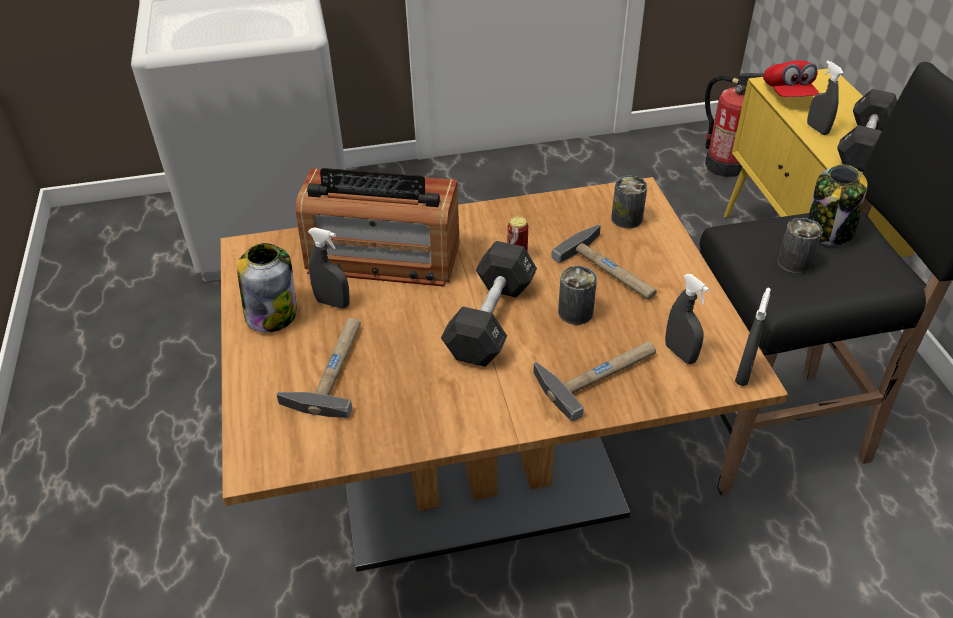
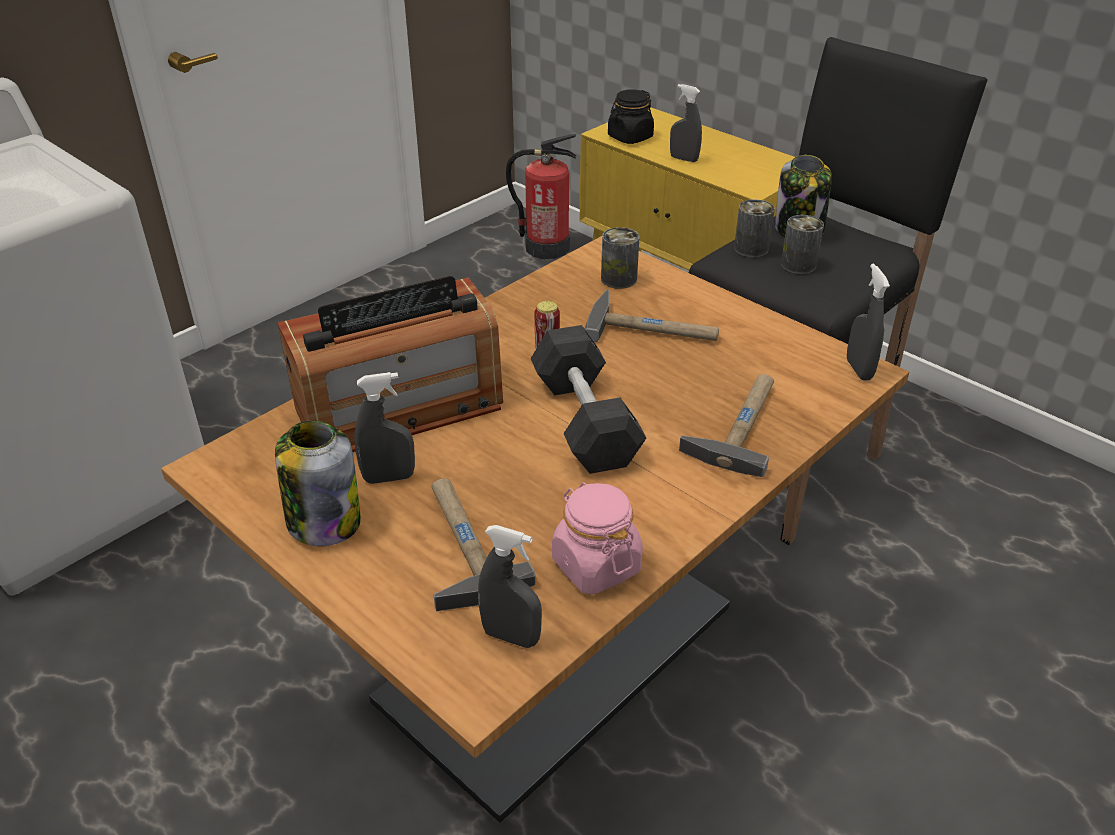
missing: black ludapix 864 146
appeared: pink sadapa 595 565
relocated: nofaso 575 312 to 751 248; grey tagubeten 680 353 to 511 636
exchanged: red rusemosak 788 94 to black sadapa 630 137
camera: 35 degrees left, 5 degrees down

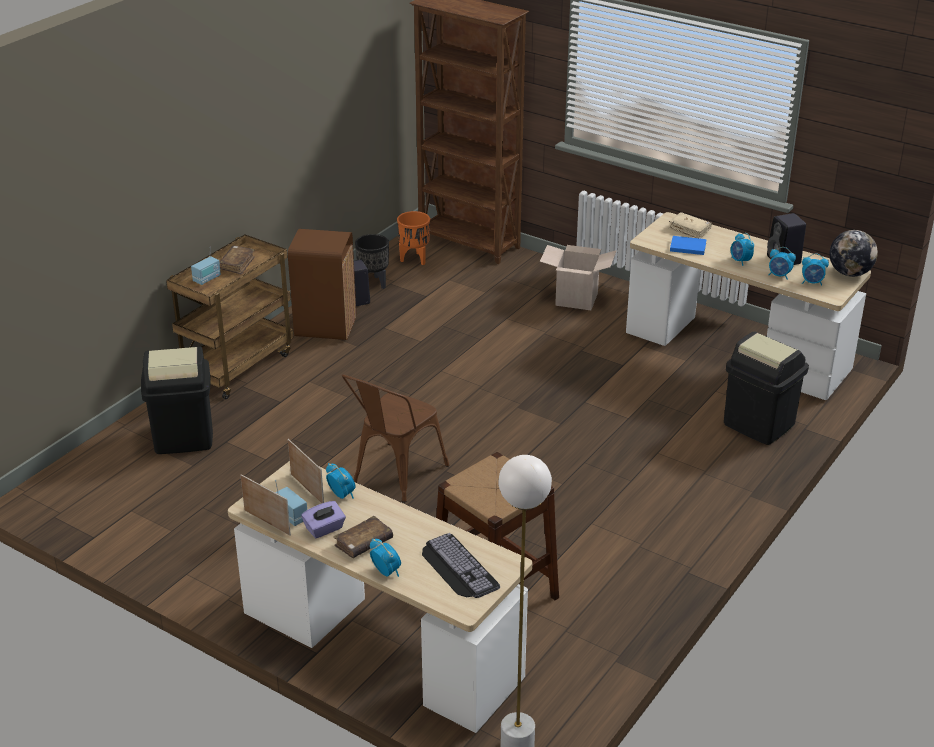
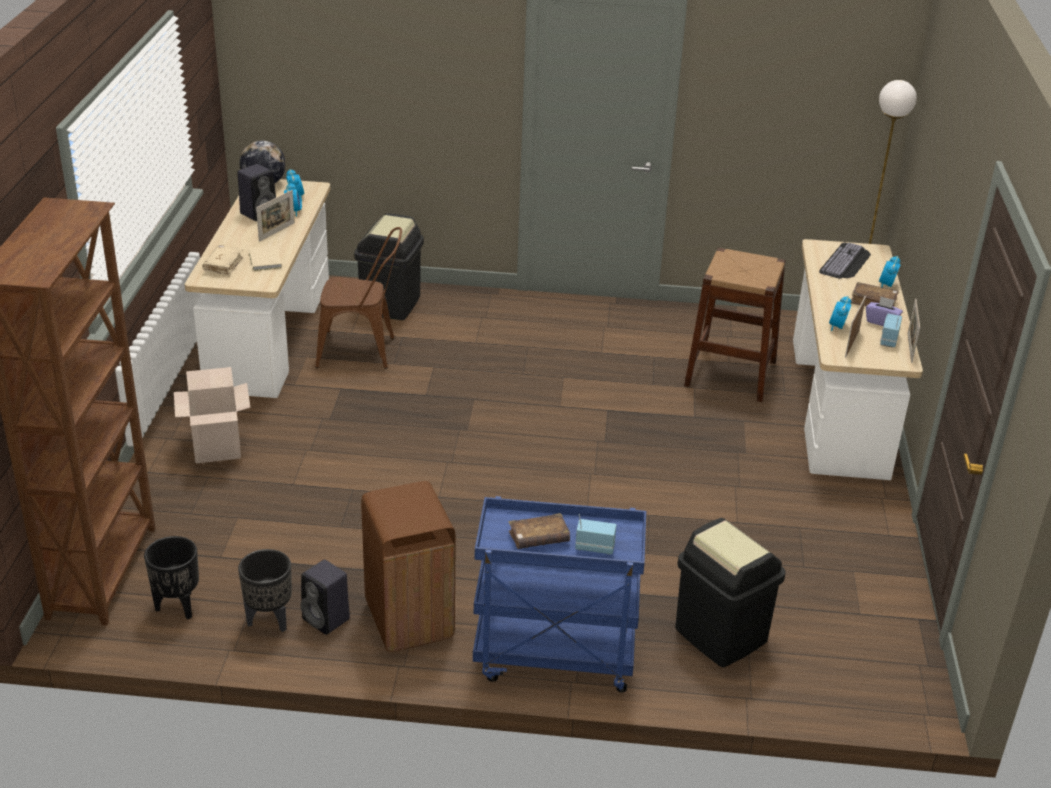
relocated: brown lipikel 394 477 to 363 351
exchanged: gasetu 740 261 to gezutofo 277 232
colour: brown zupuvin 238 366 to blue zupuvin 553 659; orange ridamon 414 259 to black ridamon 177 606; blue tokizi 687 246 to beige tokizi 264 261
camera: 120 degrees left, 0 degrees up

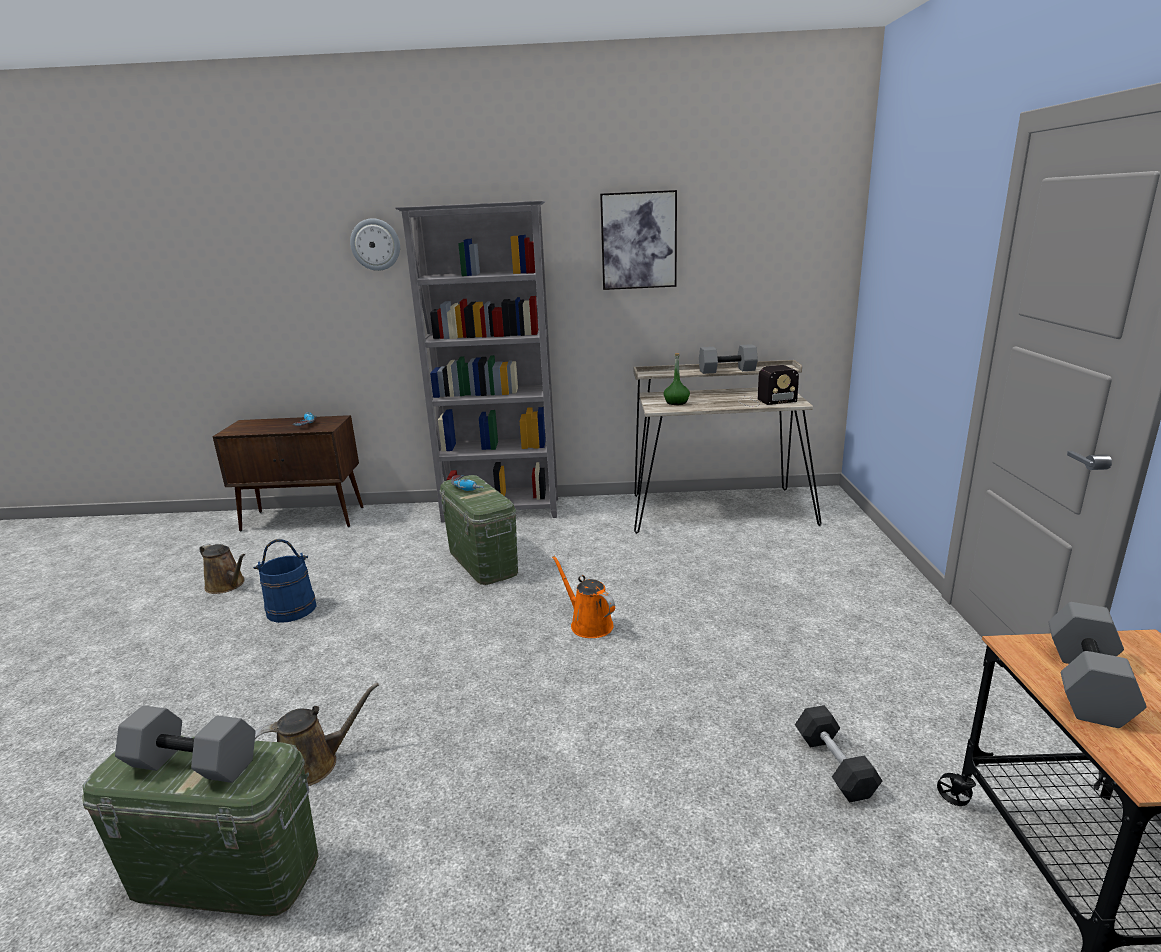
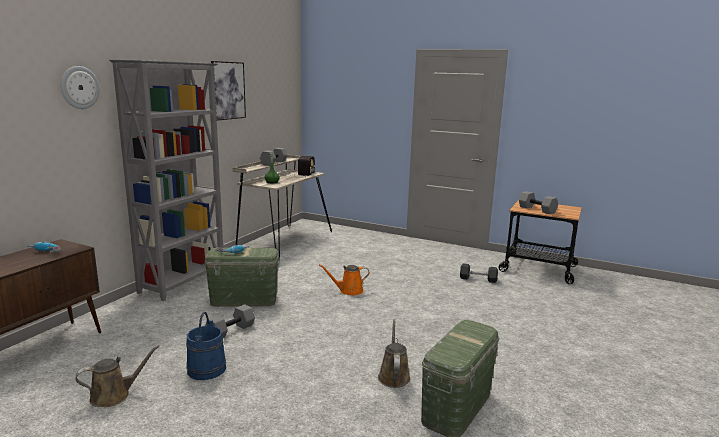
relocated: grey ludapix 195 762 to 230 331
camera: 65 degrees left, 5 degrees down

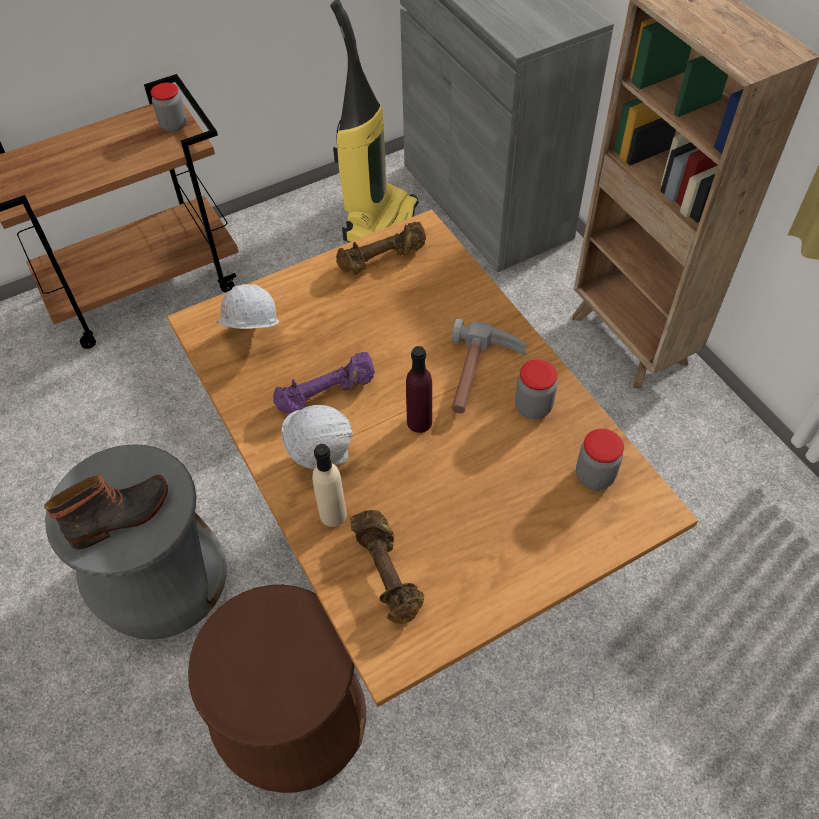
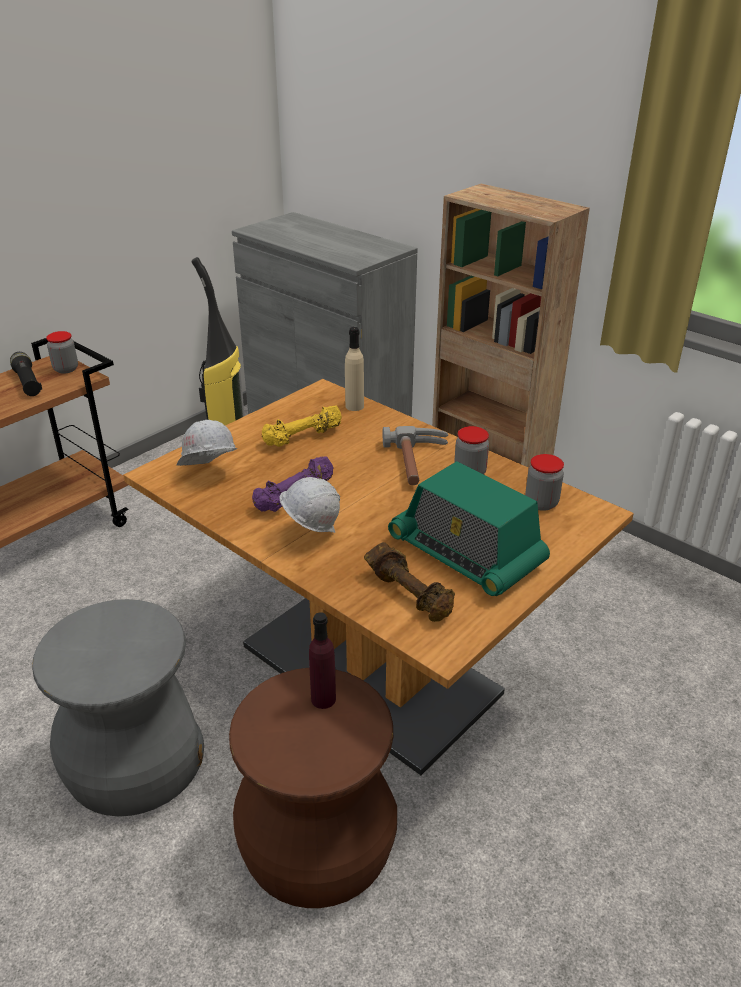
missing: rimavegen 121 517; brown ludapix 383 259
appeared: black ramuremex 27 382; yellow ludapix 303 438; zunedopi 466 553
relocated: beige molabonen 333 514 to 354 406; purple molabonen 419 422 to 323 699
camera: 20 degrees left, 20 degrees down

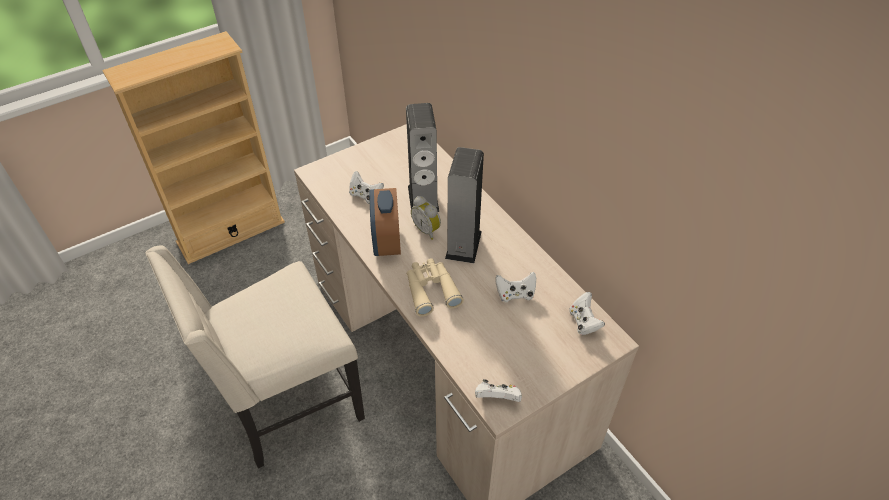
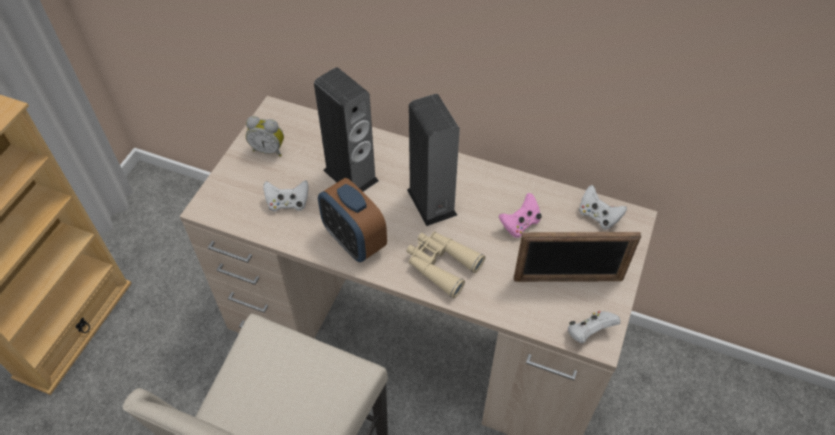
appeared: gezutofo 568 279
relocated: gasetu 427 230 to 269 149
colour: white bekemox 515 294 to pink bekemox 520 224
camera: 35 degrees left, 5 degrees up

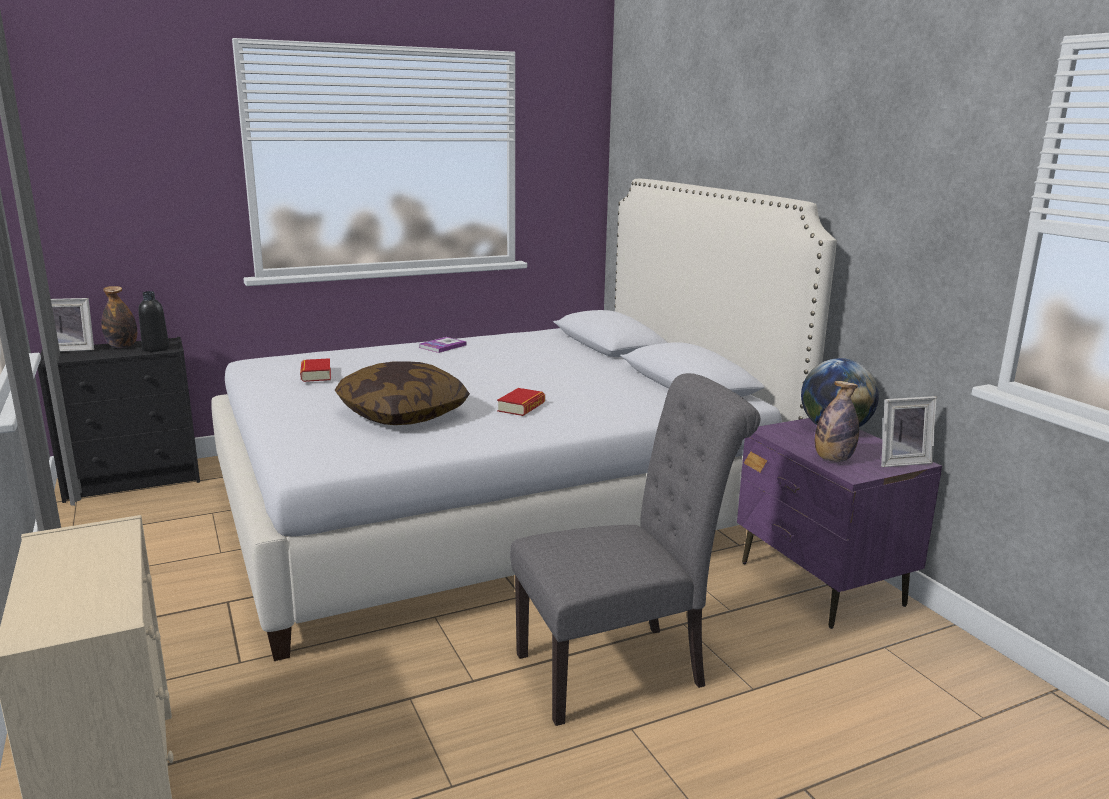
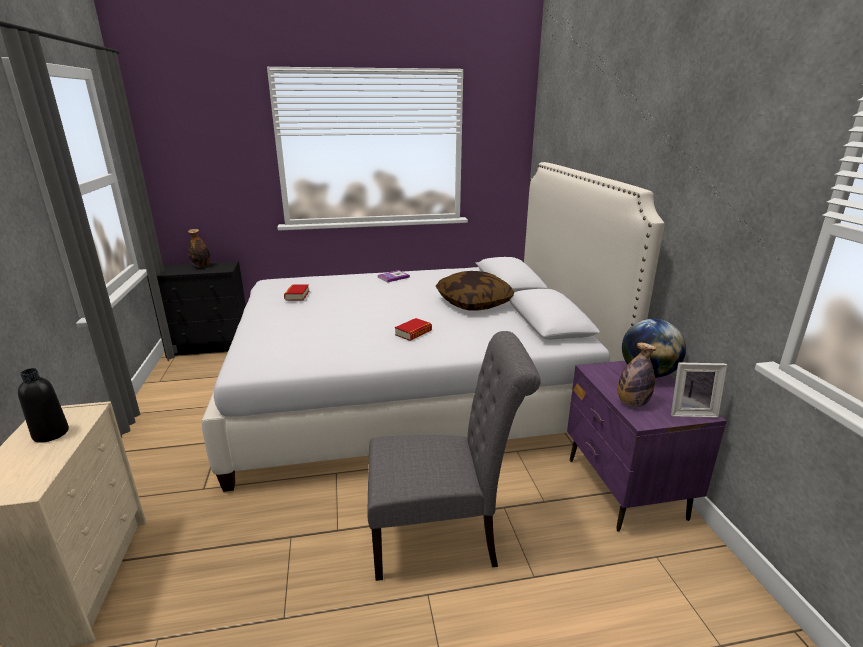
missing: gezutofo 73 349
relocated: black molabonen 156 349 to 51 434; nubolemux 403 414 to 474 303
camera: 15 degrees right, 5 degrees up

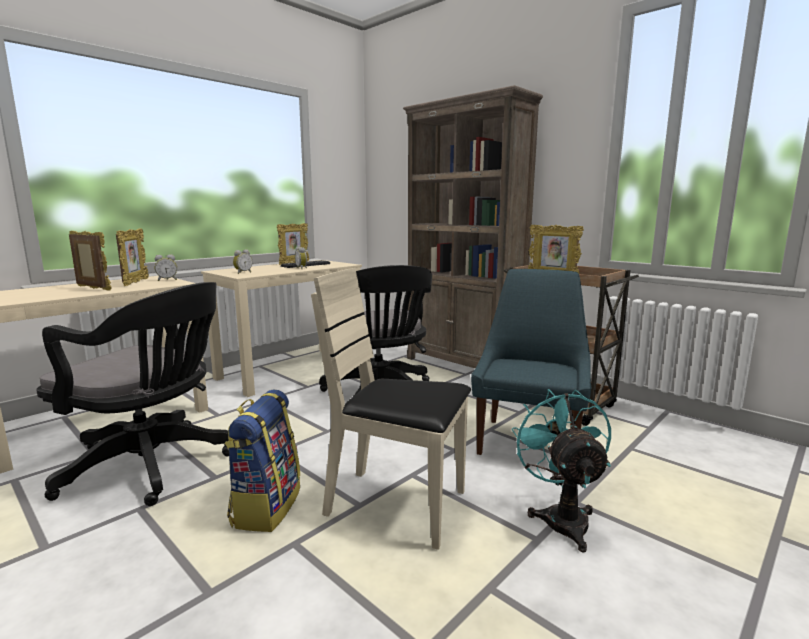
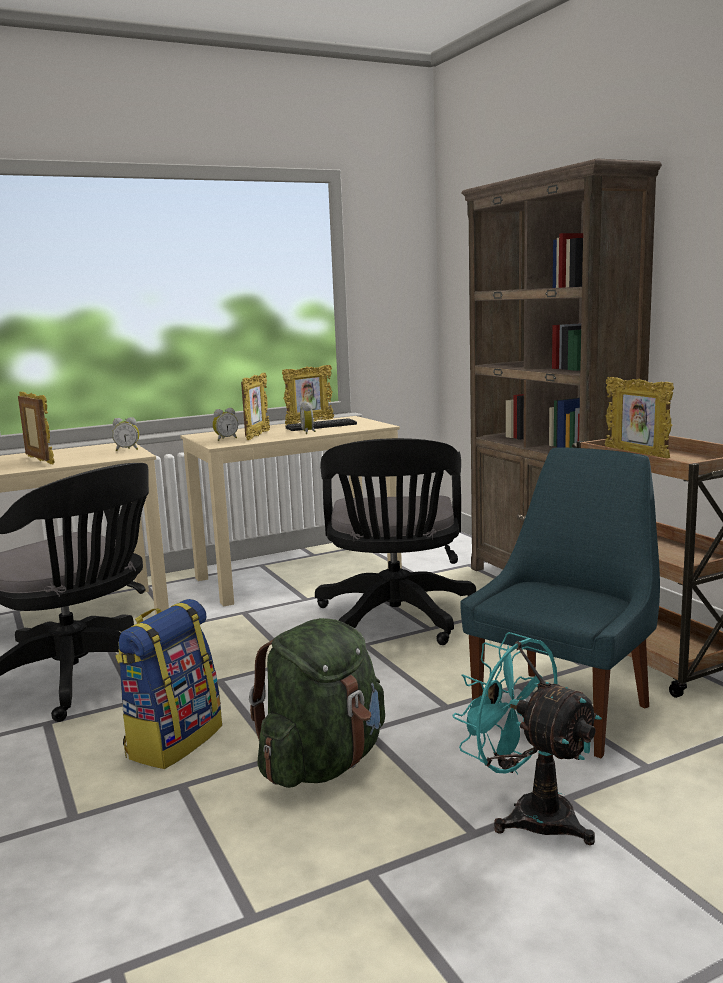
relocated: gezutofo 135 282 to 257 436
exchanged: beige lipikel 397 505 to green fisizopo 323 763
spun: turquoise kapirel 561 517 = 529 813 60 degrees counterclockwise
camera: 20 degrees right, 0 degrees up

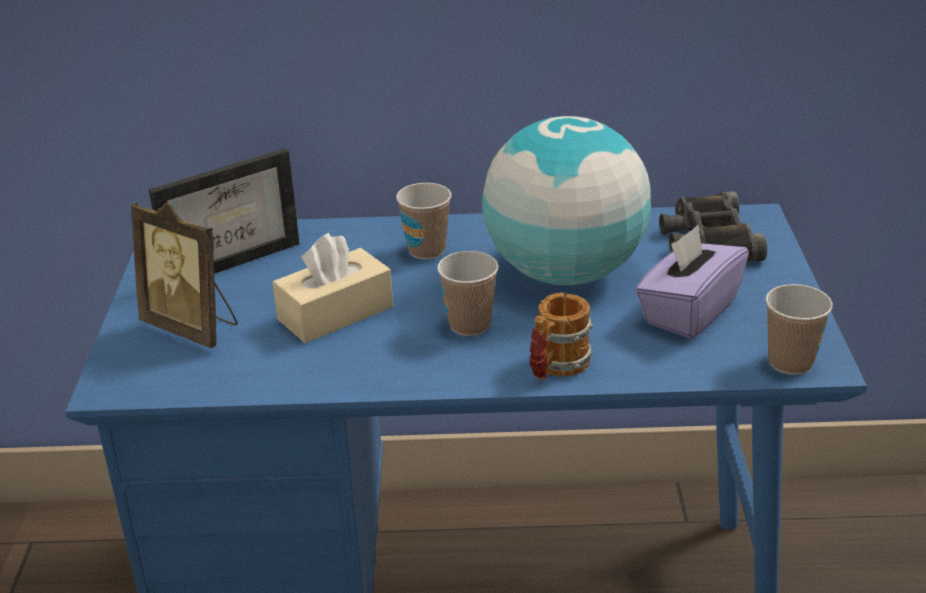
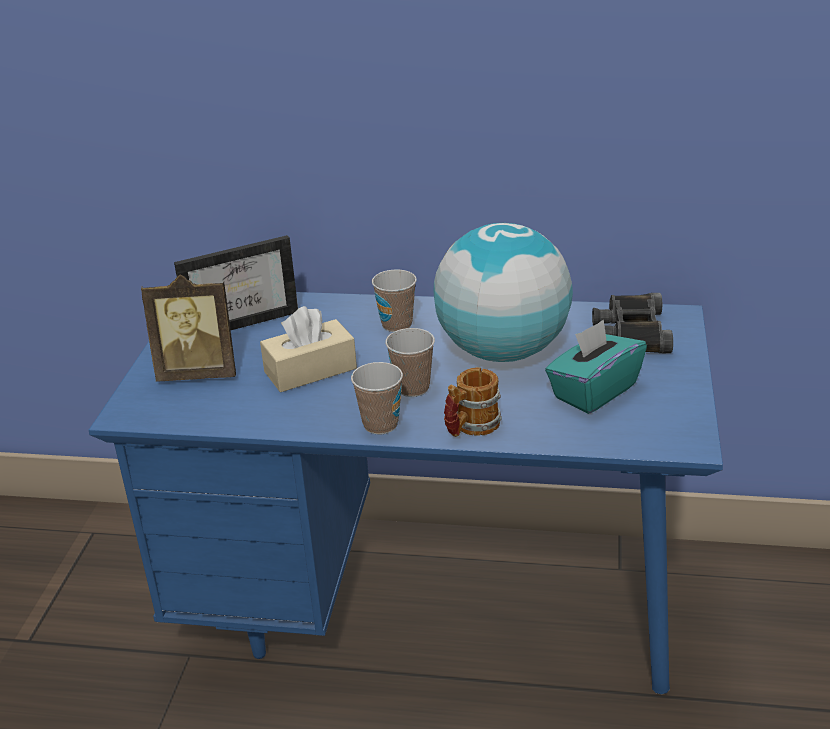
relocated: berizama 790 362 to 380 424
colour: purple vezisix 688 312 to turquoise vezisix 593 391
spun: gezutofo 193 327 = 199 373 45 degrees counterclockwise
camera: 10 degrees right, 0 degrees up

